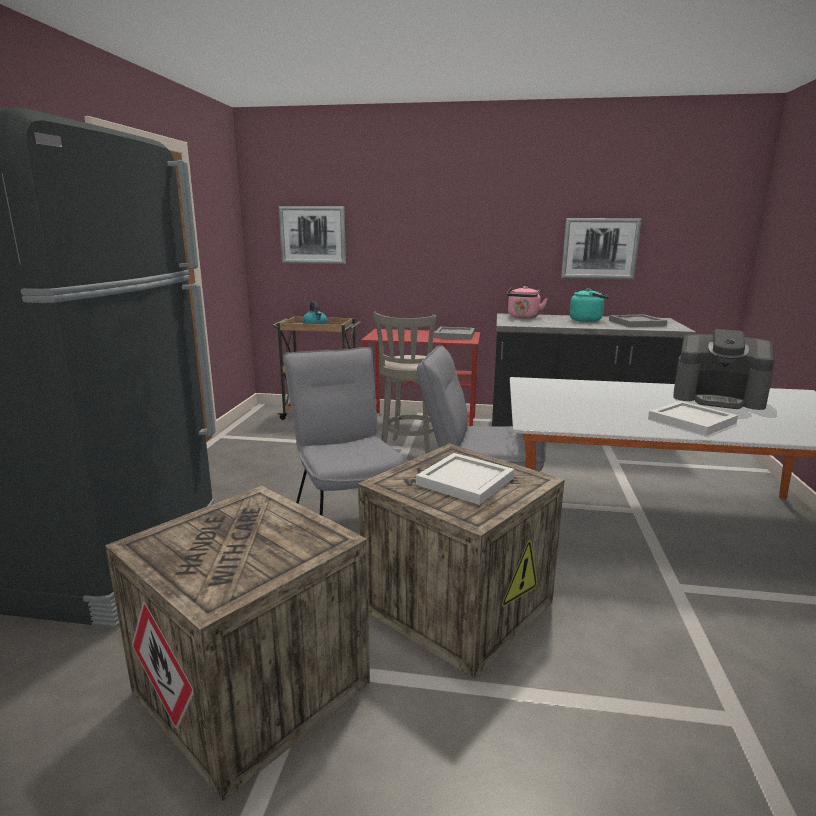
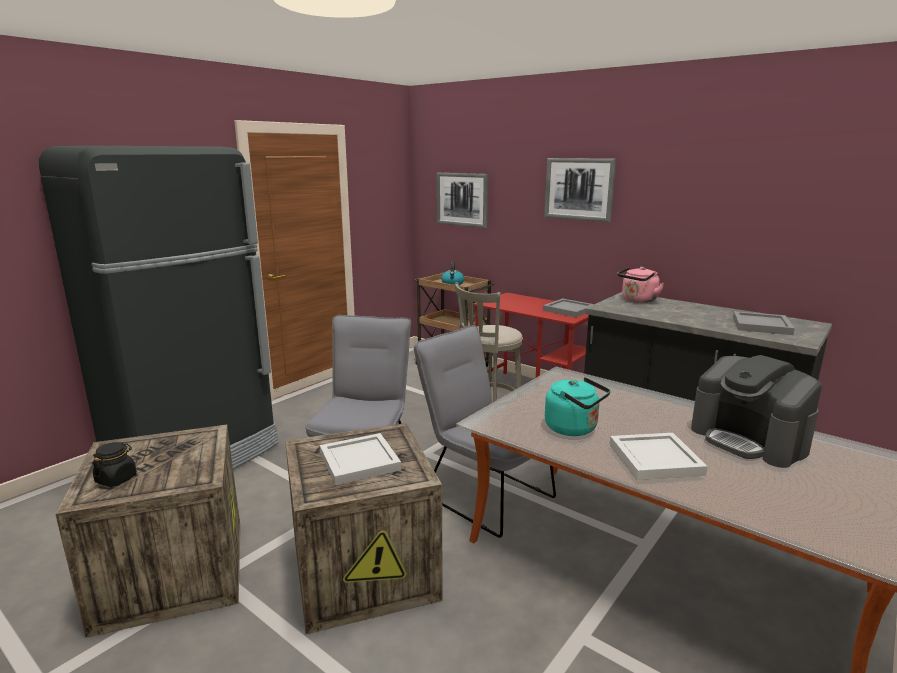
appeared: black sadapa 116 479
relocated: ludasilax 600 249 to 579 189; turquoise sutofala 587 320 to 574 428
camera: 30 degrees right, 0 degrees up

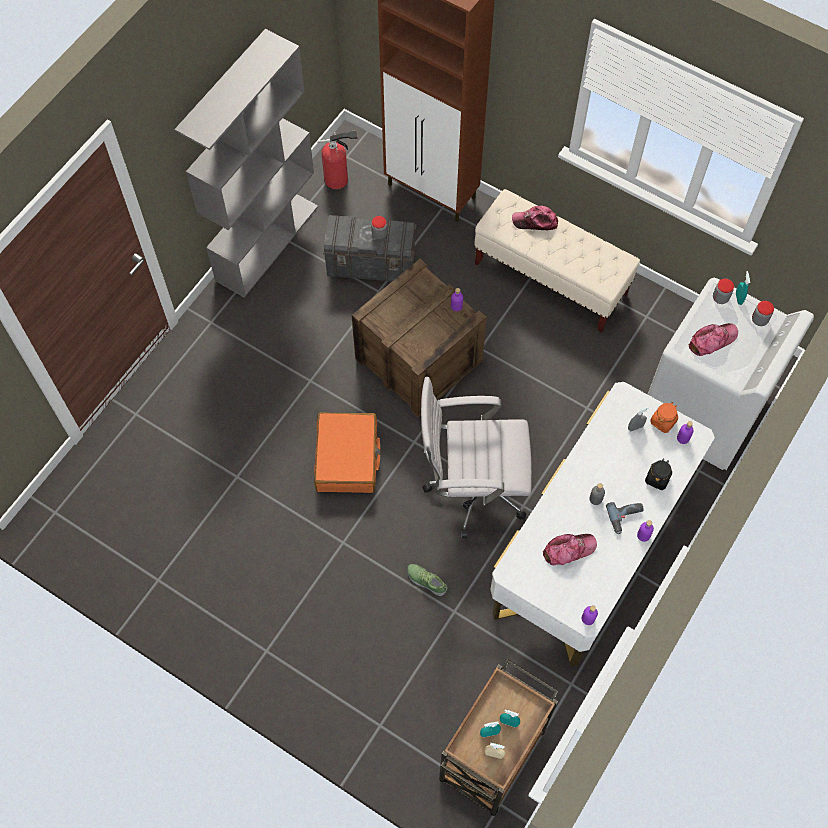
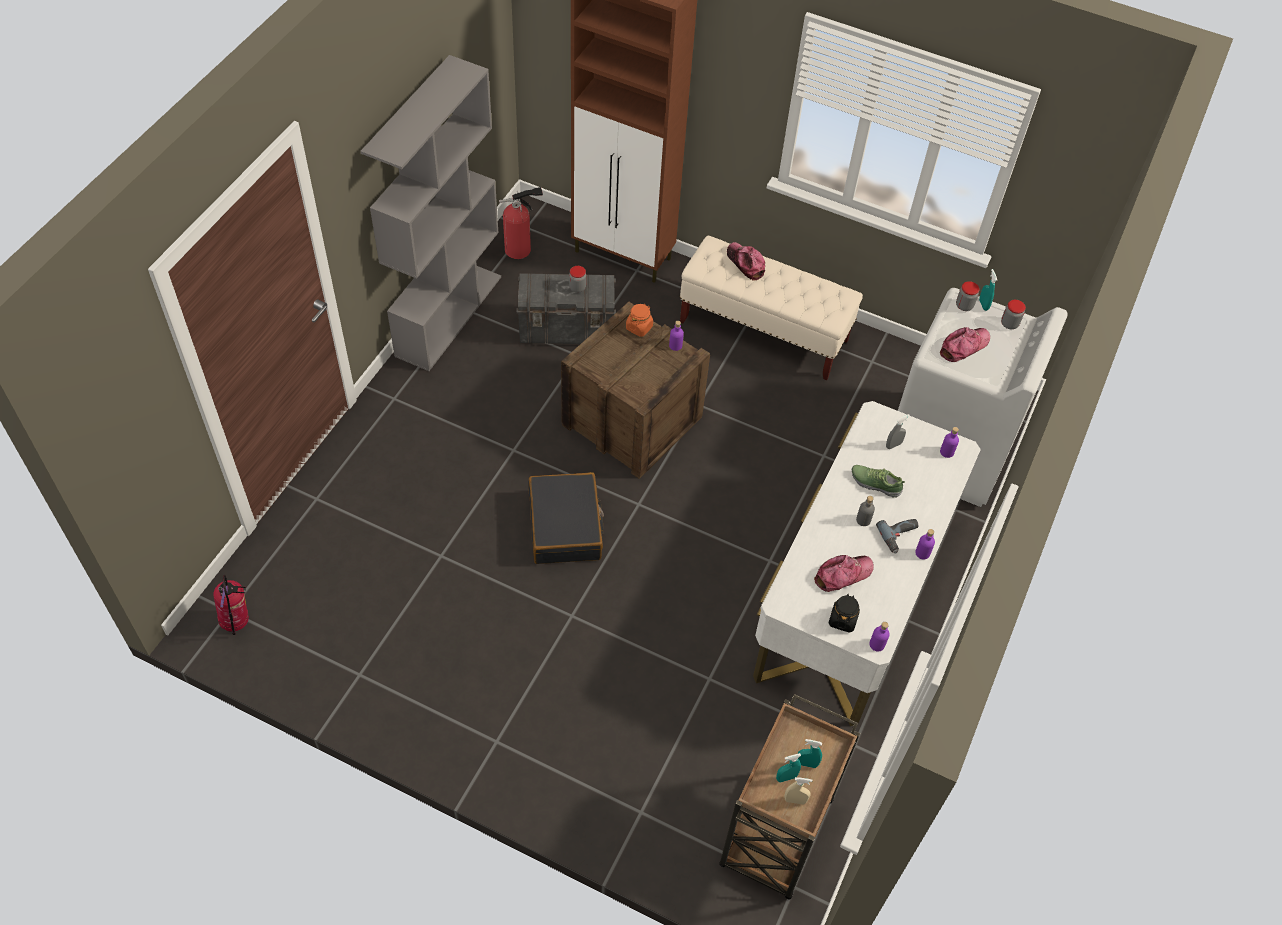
missing: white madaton 471 489
appeared: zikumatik 237 623
relocated: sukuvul 426 580 to 875 483; black sadapa 657 478 to 842 619; orange sadapa 663 421 to 639 327
colour: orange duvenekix 347 458 to black duvenekix 565 526
spun: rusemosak 535 221 = 745 263 60 degrees clockwise
camera: 10 degrees left, 10 degrees down

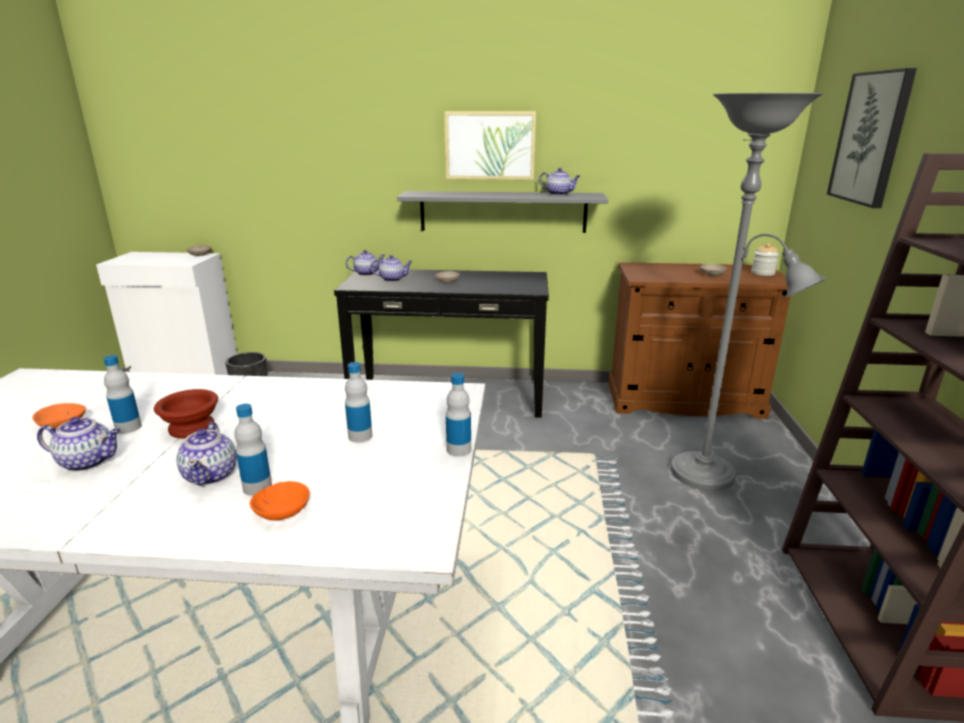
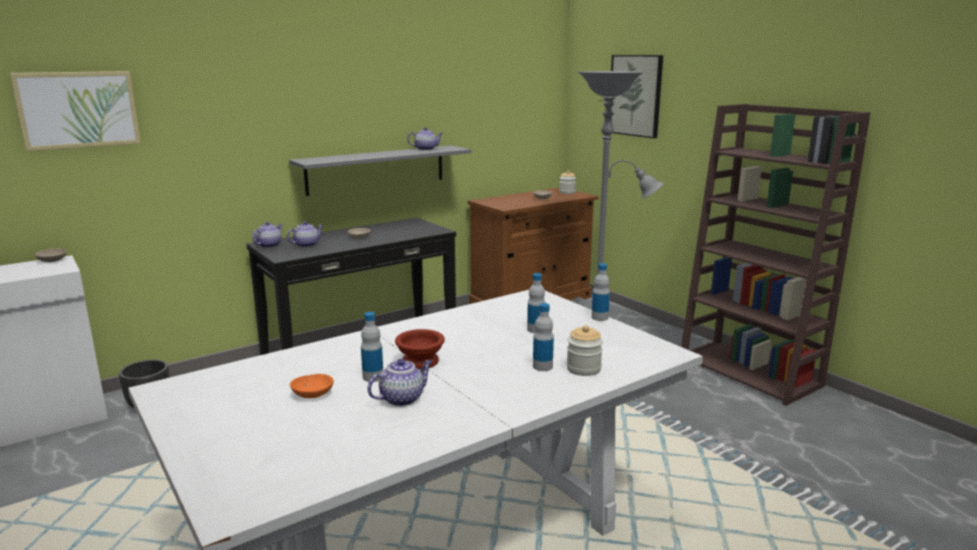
missing: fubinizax 211 475
relocated: ludasilax 490 145 to 78 109
exchanged: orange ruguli 282 513 to sadapa 583 369
camera: 40 degrees left, 5 degrees down

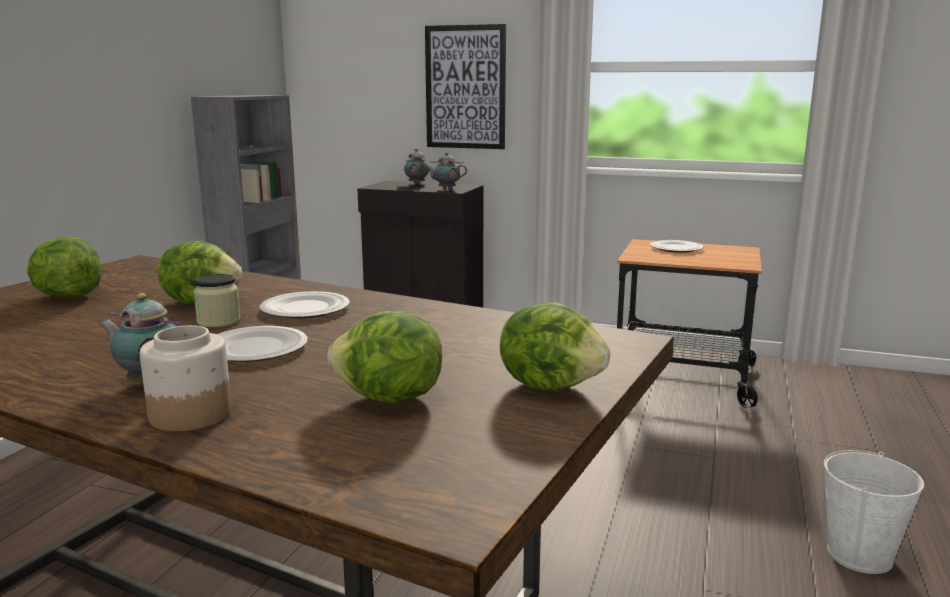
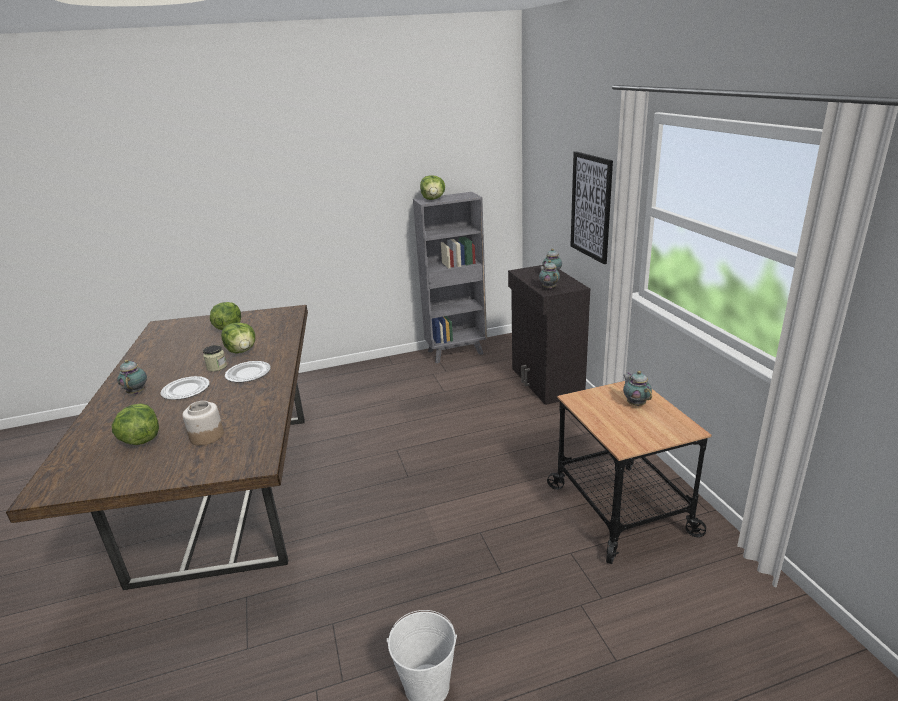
relocated: sadapa 189 415 to 206 436; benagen 551 385 to 433 199
exchanged: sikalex 676 248 to fubinizax 635 403
camera: 55 degrees right, 10 degrees up

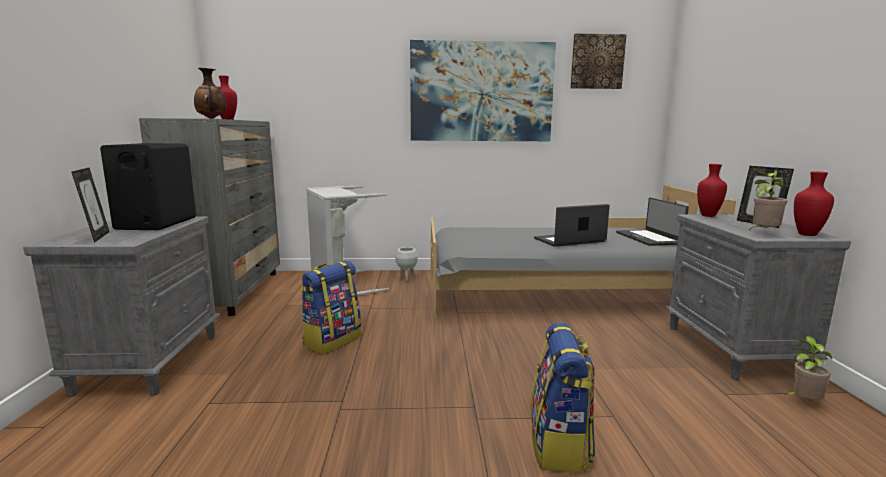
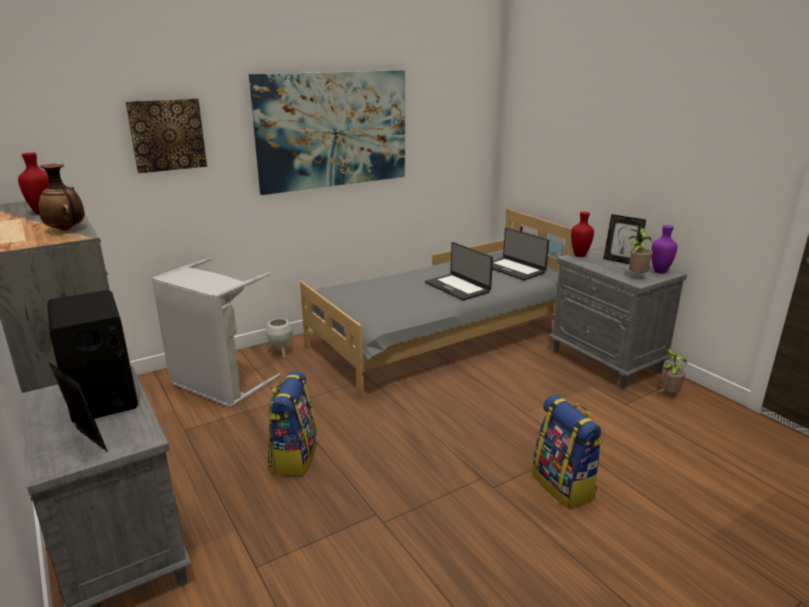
relocated: ludasilax 597 62 to 167 135
colour: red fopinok 805 234 to purple fopinok 659 272
spun: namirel 570 240 = 458 287 75 degrees counterclockwise
camera: 30 degrees left, 10 degrees up

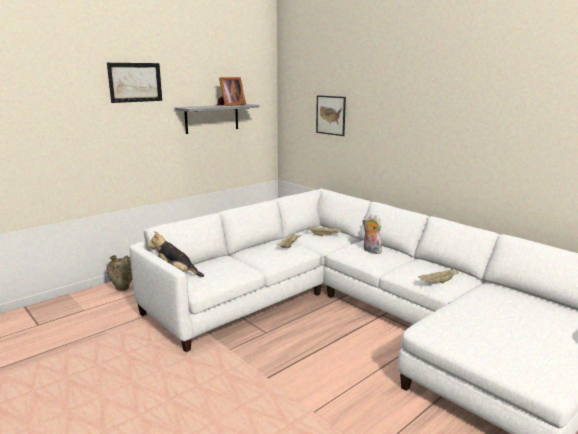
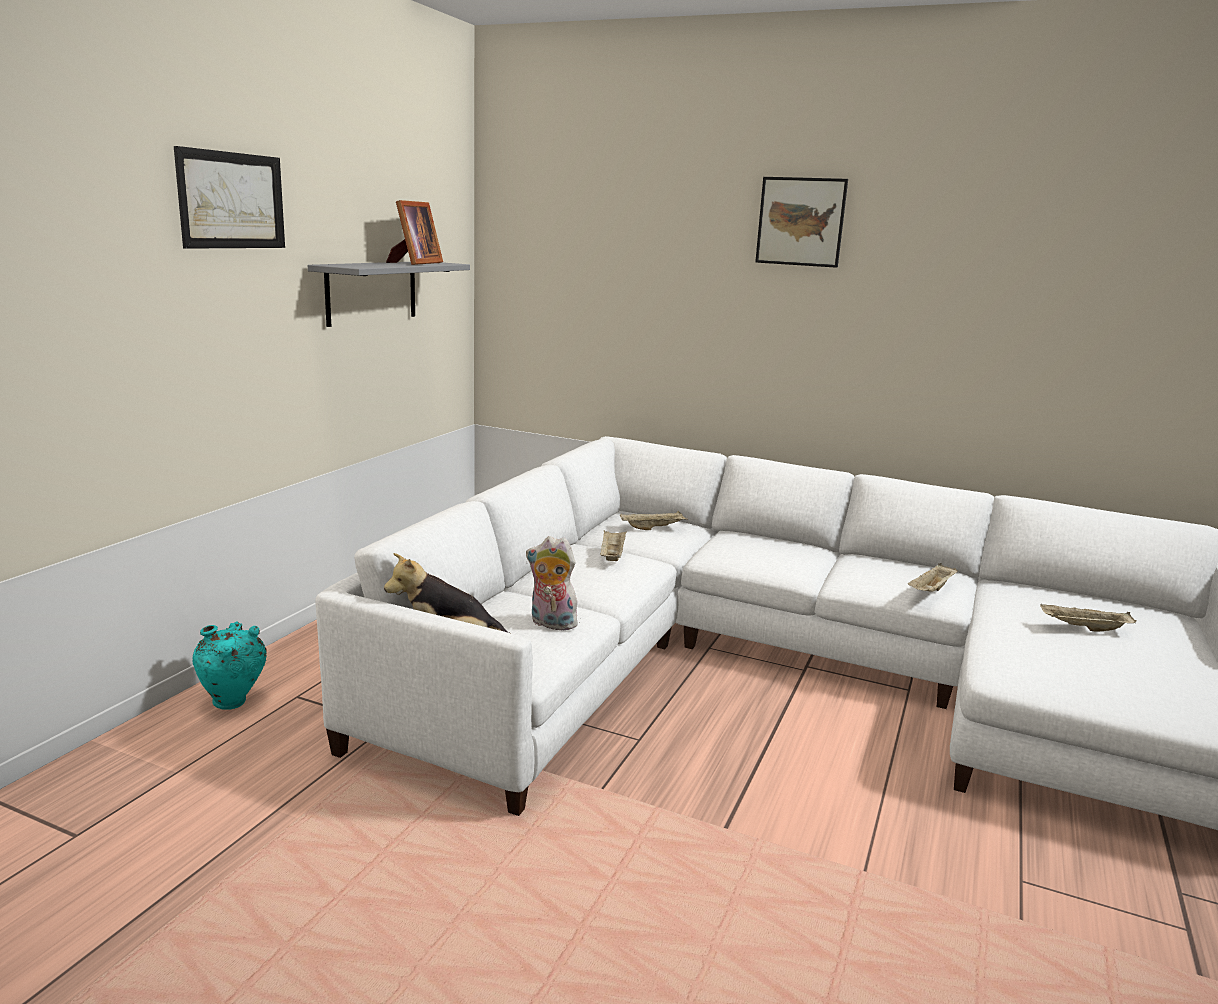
appeared: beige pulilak 1083 628
relocated: ludasilax 331 115 to 800 222; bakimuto 371 251 to 551 624
colour: beige fopinok 123 289 to turquoise fopinok 234 704
camera: 25 degrees left, 0 degrees up

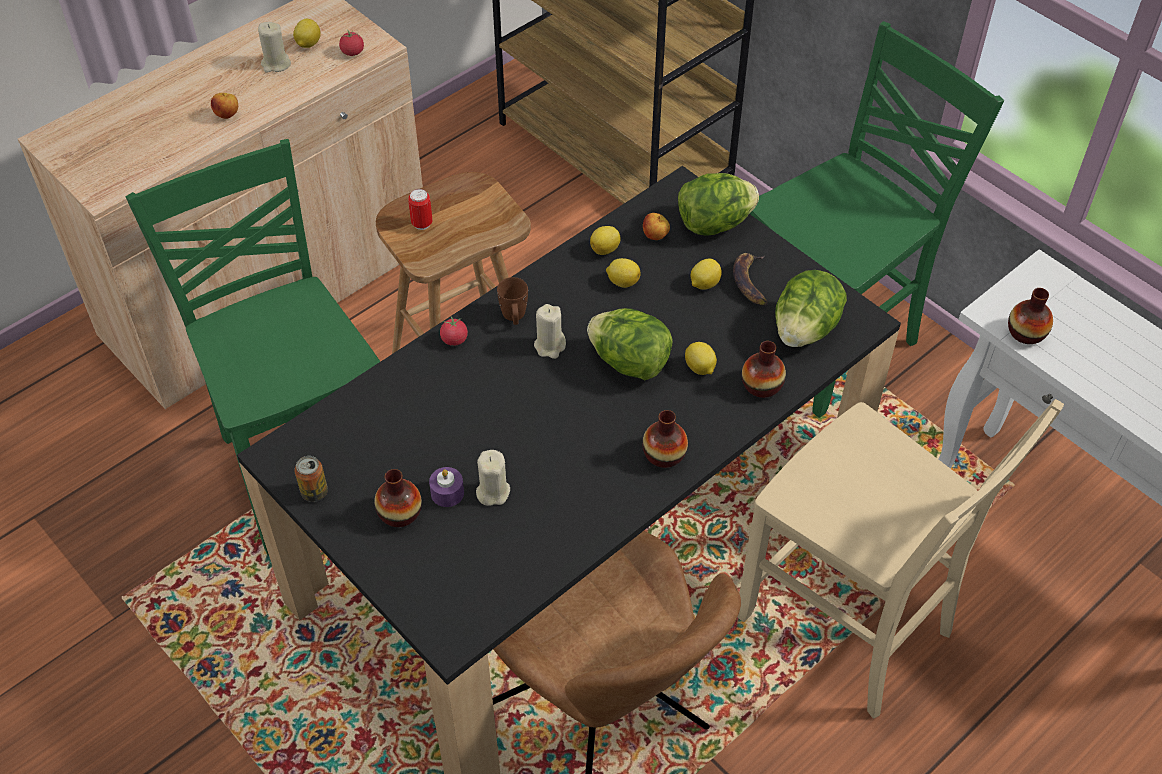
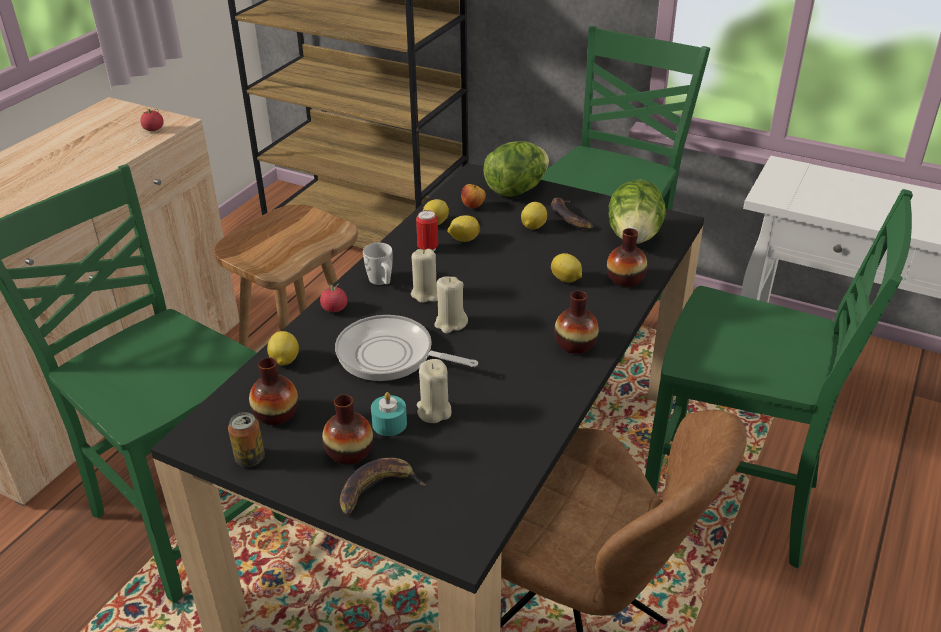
missing: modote 227 115; benagen 630 362
appeared: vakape 390 356; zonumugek 377 489
relocated: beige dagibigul 276 64 to 450 323; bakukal 308 44 to 284 361; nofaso 422 224 to 428 248; fopinok 1026 333 to 276 414
colour: purple dagibigul 447 493 to turquoise dagibigul 389 424; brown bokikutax 514 316 to white bokikutax 381 281; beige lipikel 848 626 to green lipikel 733 503
camera: 20 degrees left, 15 degrees down

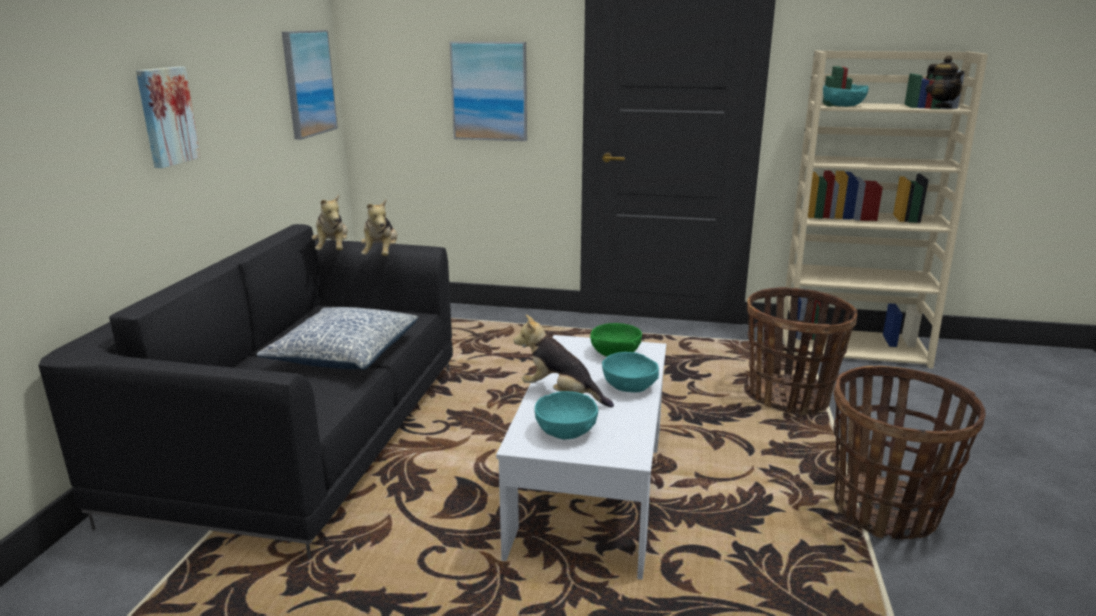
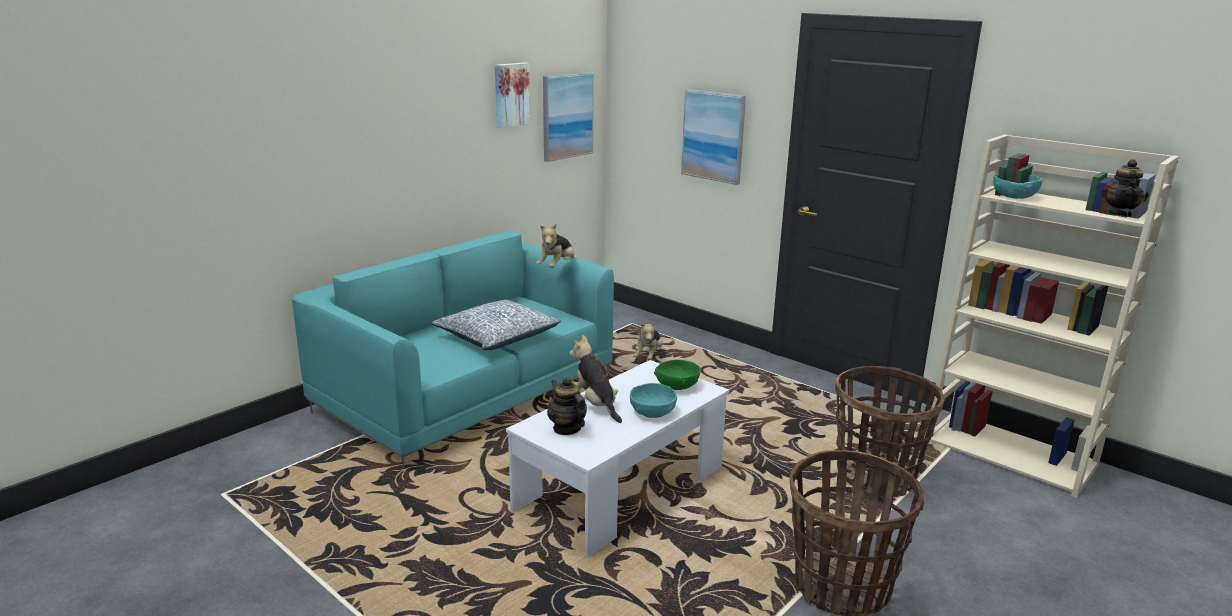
relocated: ludasilax 166 116 to 510 94; bakimuto 333 250 to 649 356
exchanged: turquoise ruguli 566 431 to fubinizax 567 428
colour: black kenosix 301 435 to turquoise kenosix 467 391
camera: 30 degrees right, 0 degrees up

